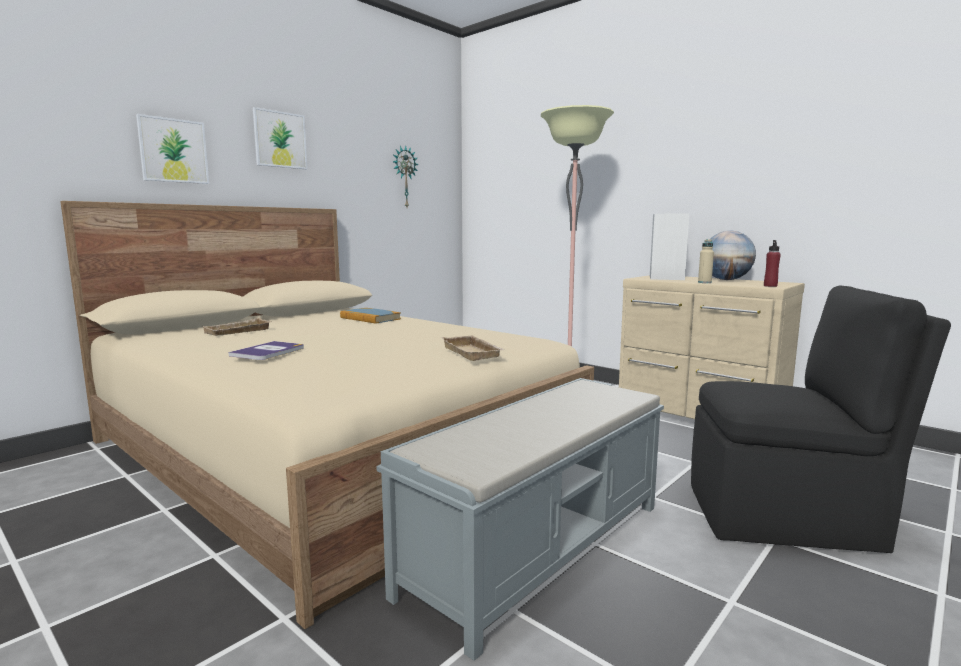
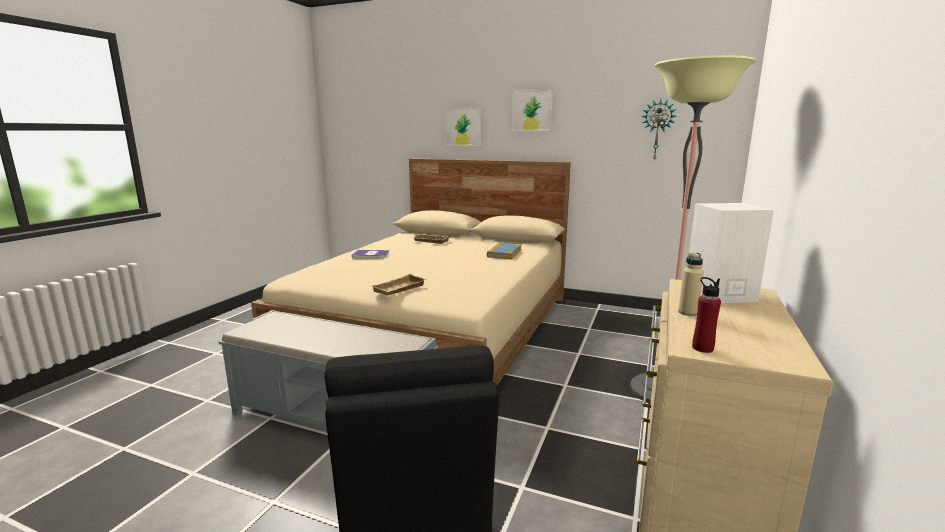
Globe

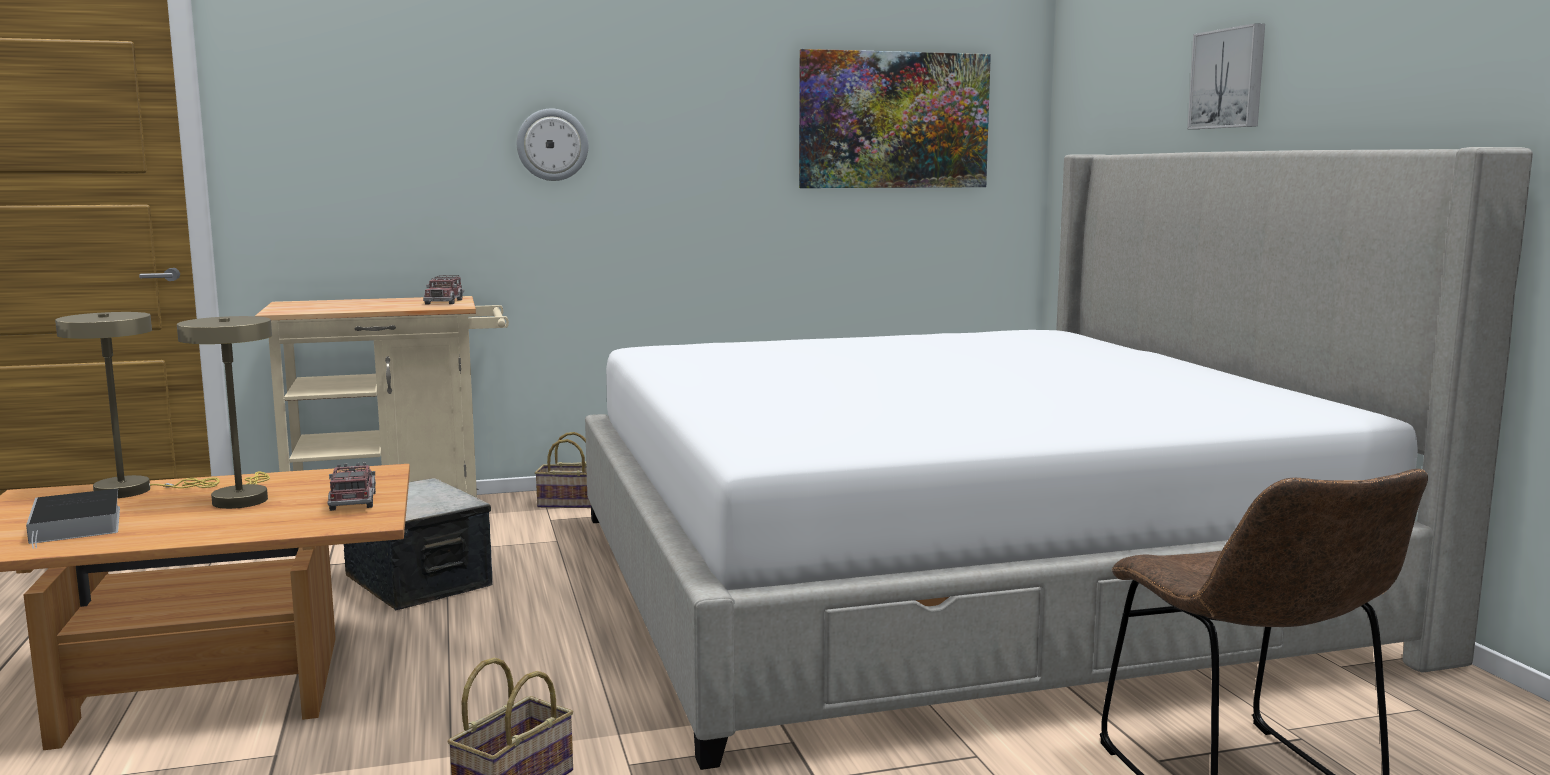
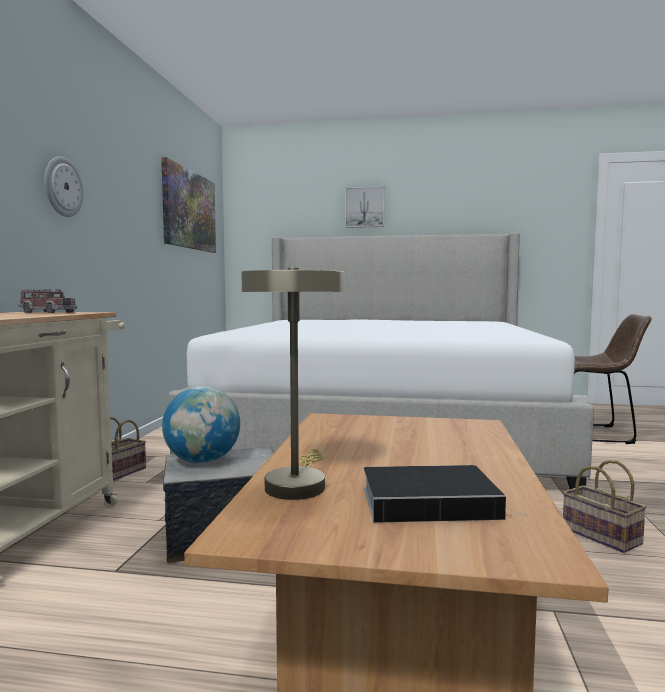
BeigeTableLamp (no. 2 from left in the first image); ToyTruck (no. 1 from left in the first image); Globe

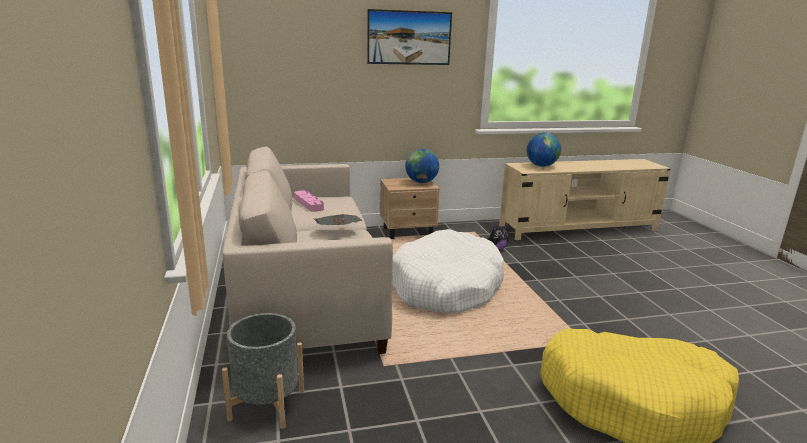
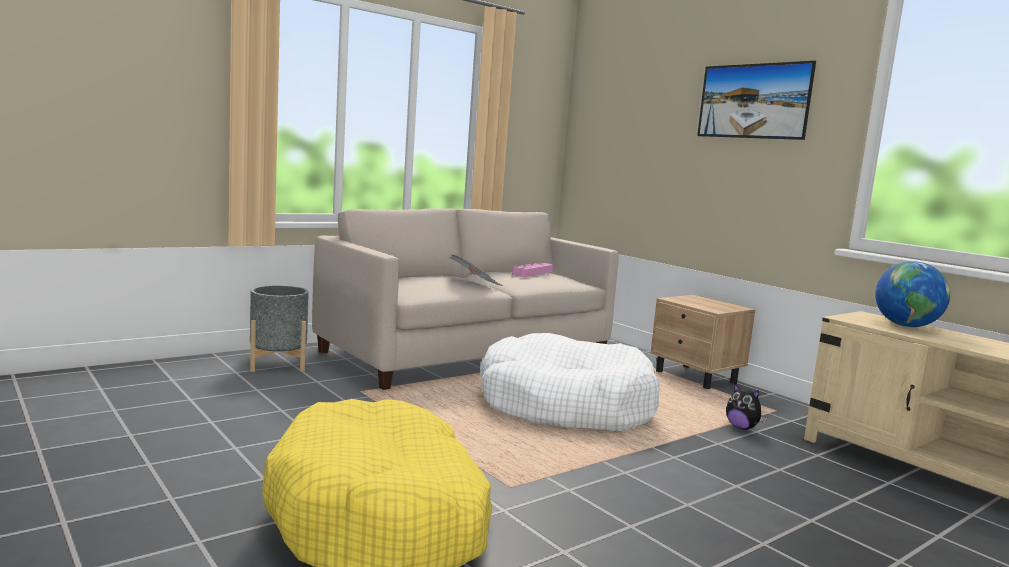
Globe (no. 1 from left in the first image)

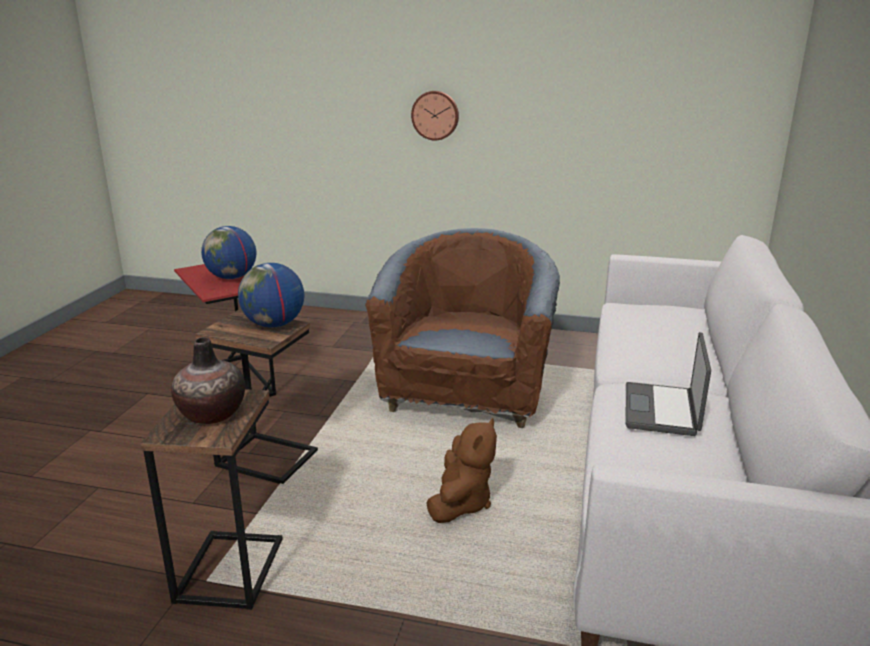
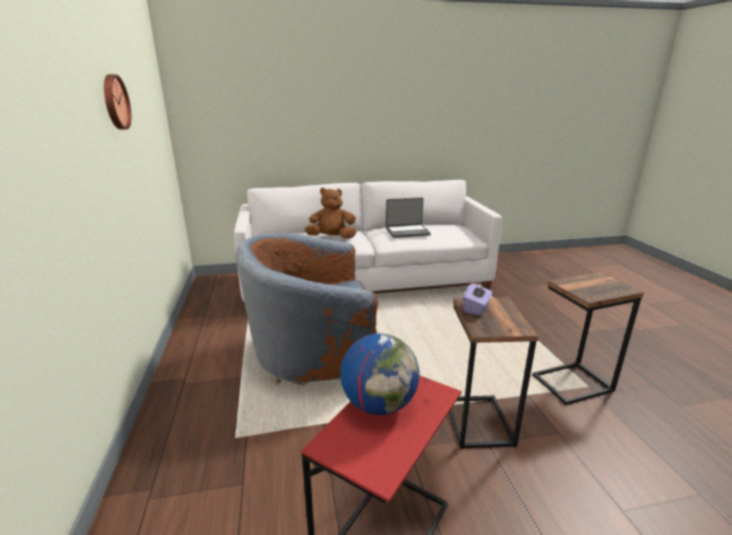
Vase; WallClock; BrownPlushToy; PurpleTissueBox

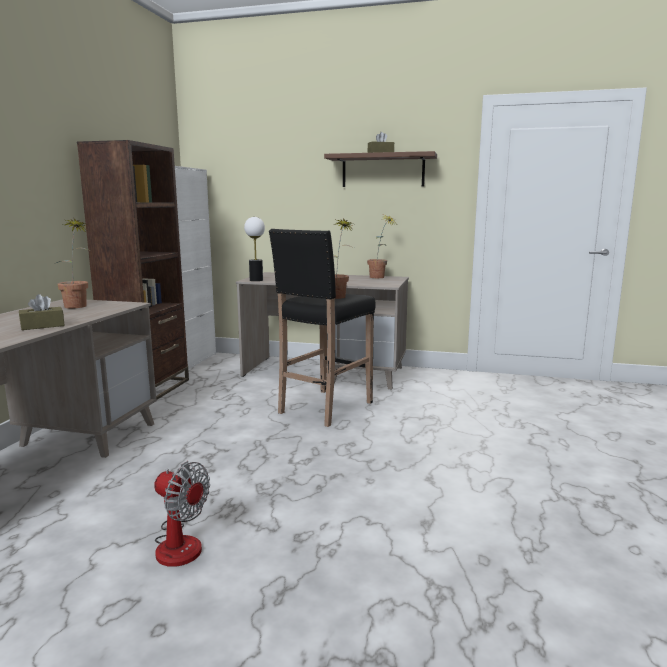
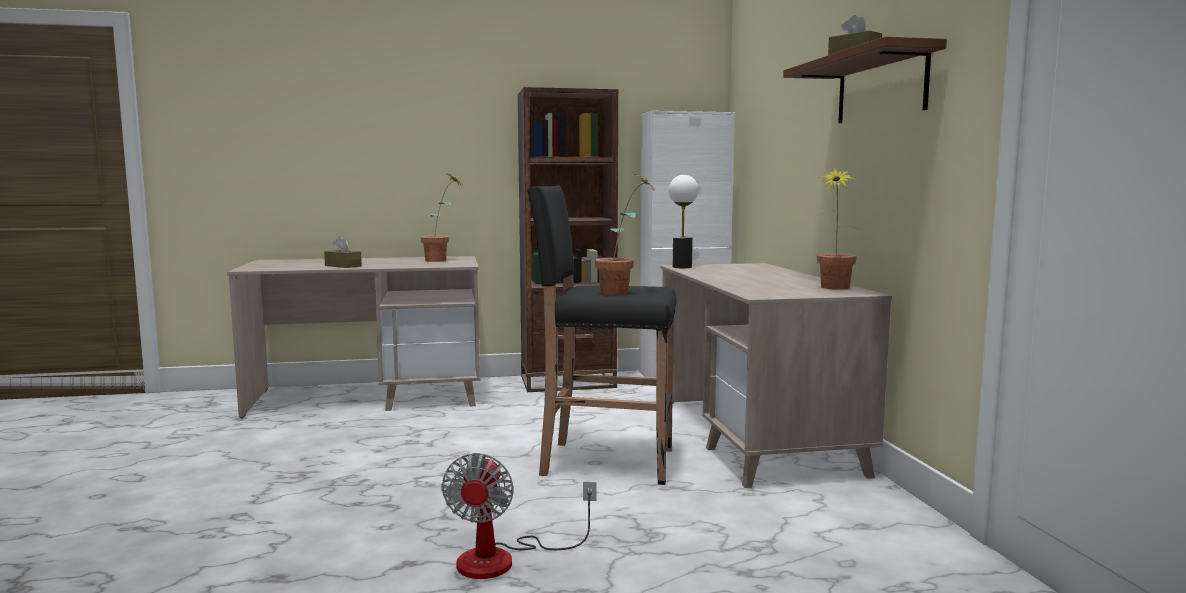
Fan

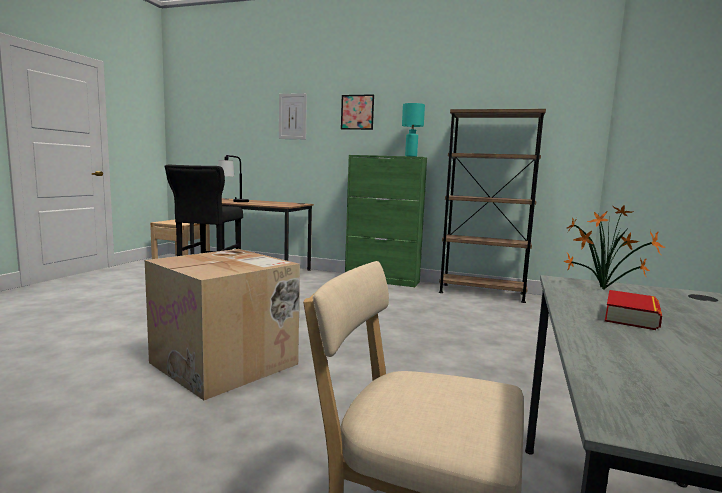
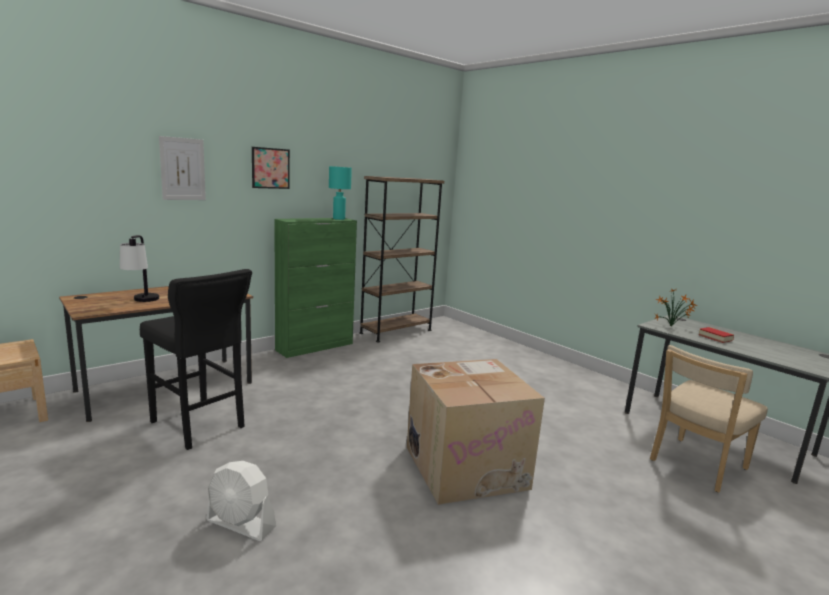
WhiteFan

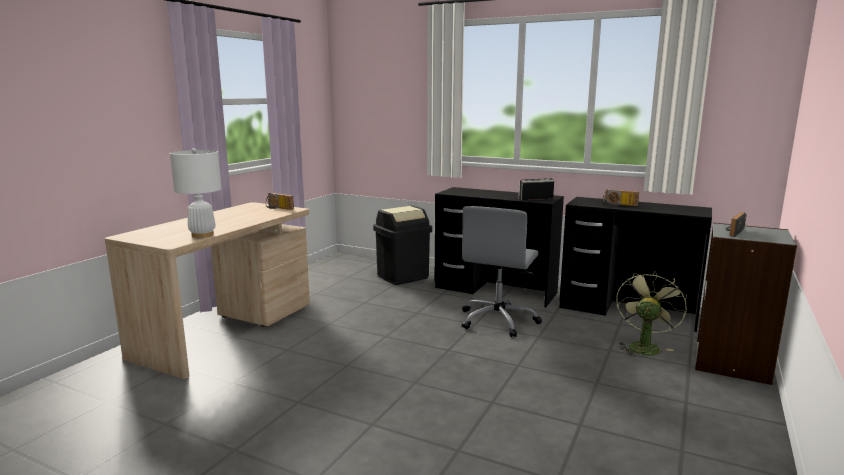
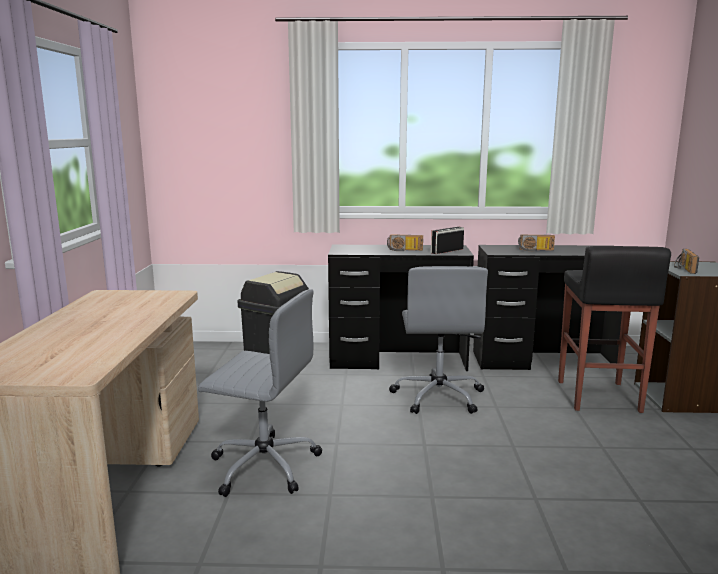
WhiteTableLamp; GreyOfficeChair (no. 1 from left); Radio (no. 1 from left); BlackStool

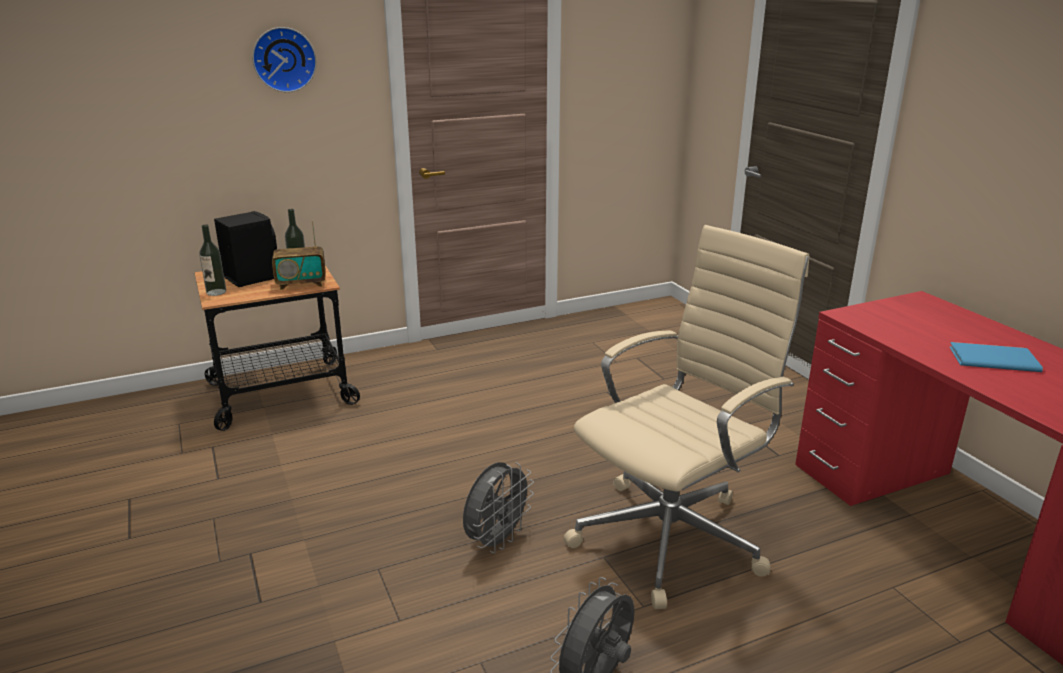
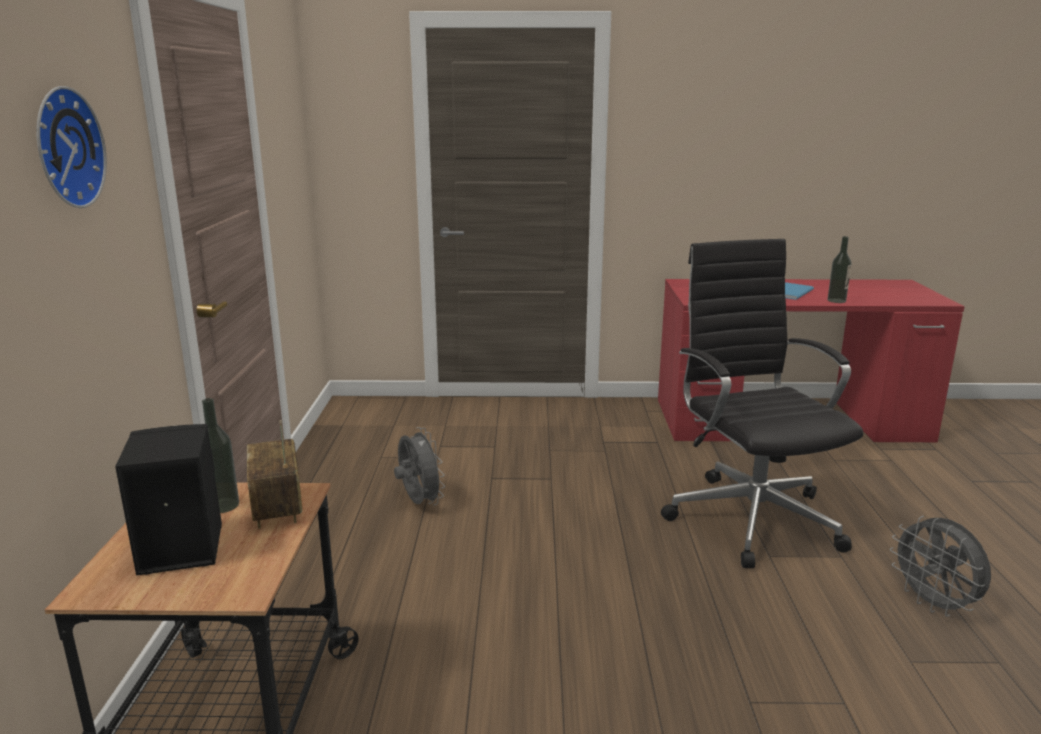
Bottle (no. 2 from left); GreyFan (no. 1 from left); BlackOfficeChair; Radio

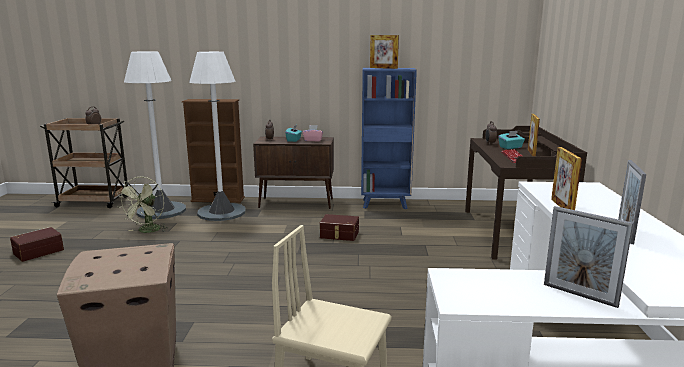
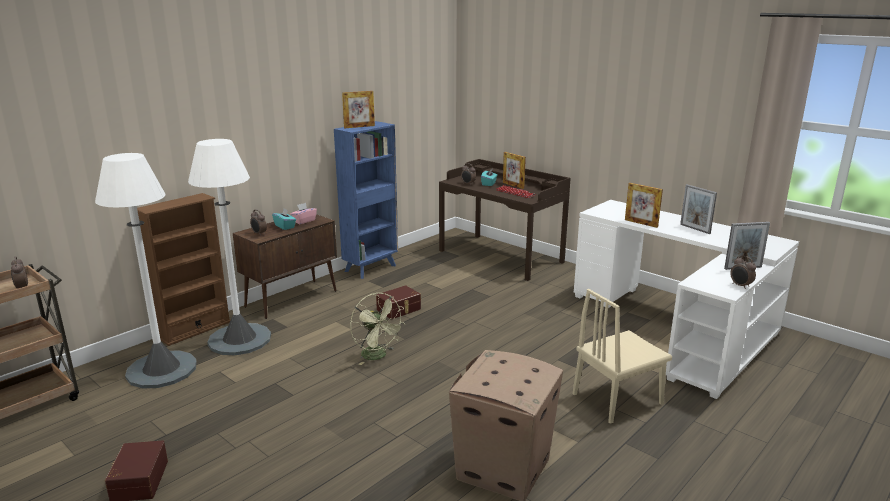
AlarmClock (no. 4 from left); GreenFan

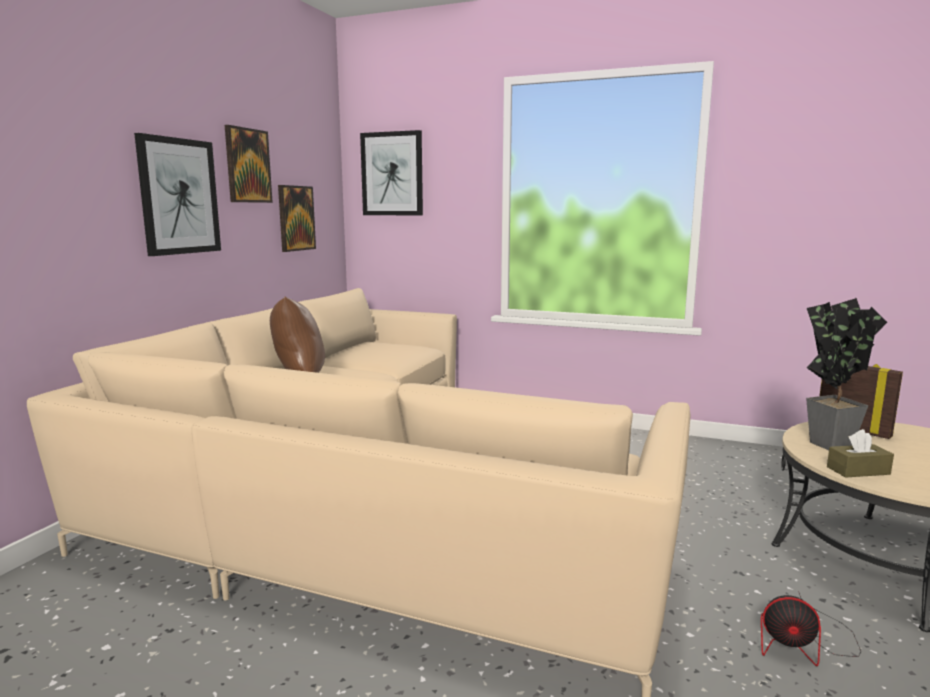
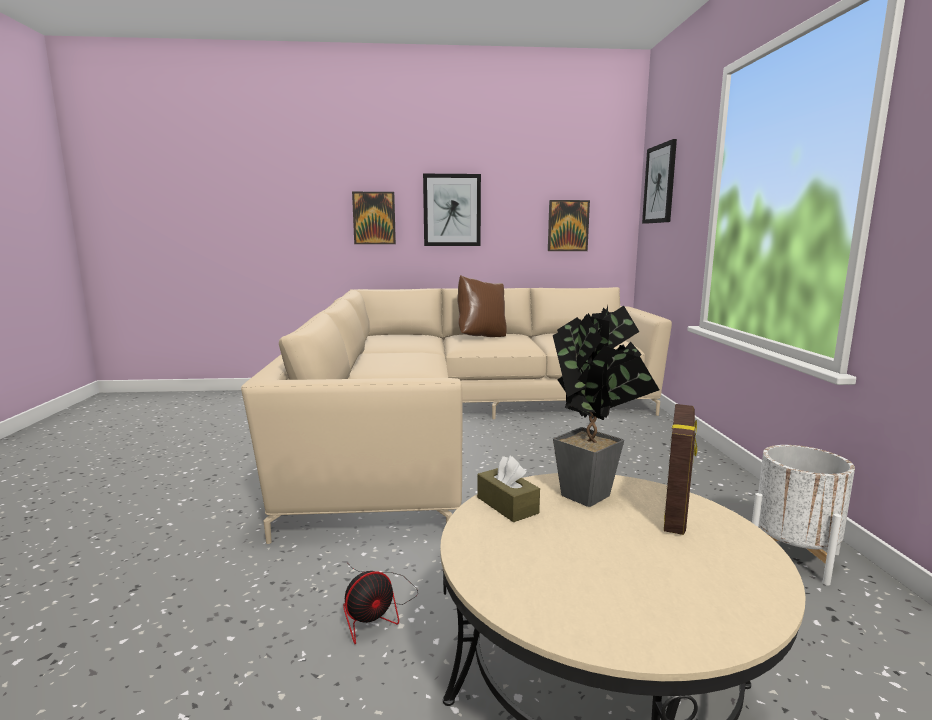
WhitePlanter; Picture (no. 1 from left); Fan

